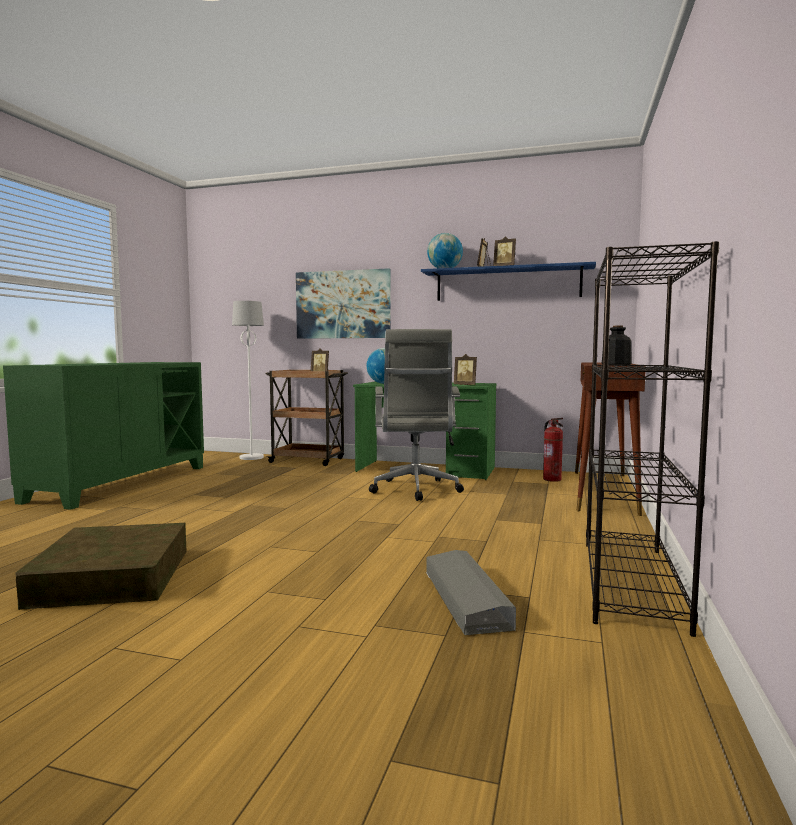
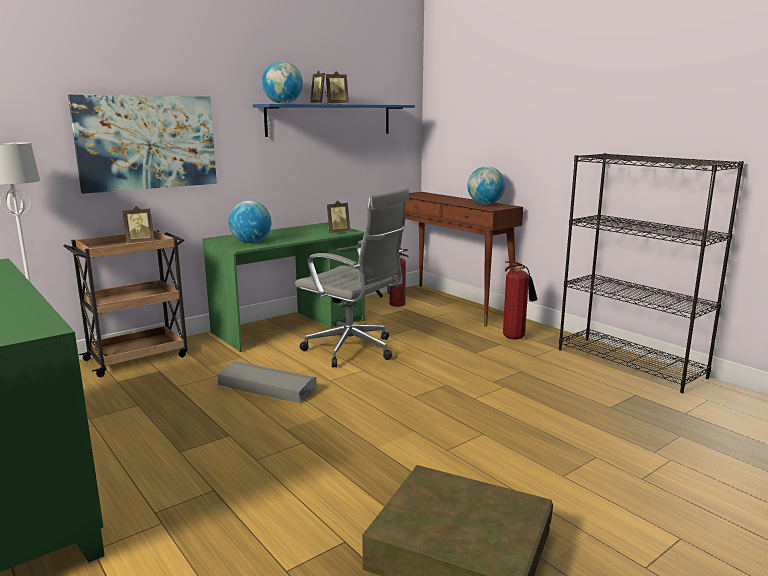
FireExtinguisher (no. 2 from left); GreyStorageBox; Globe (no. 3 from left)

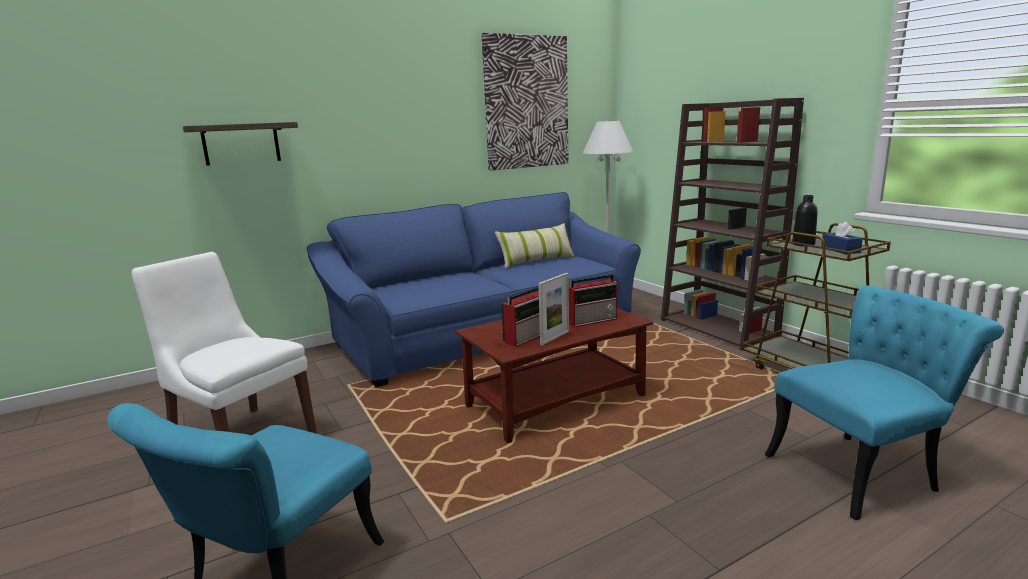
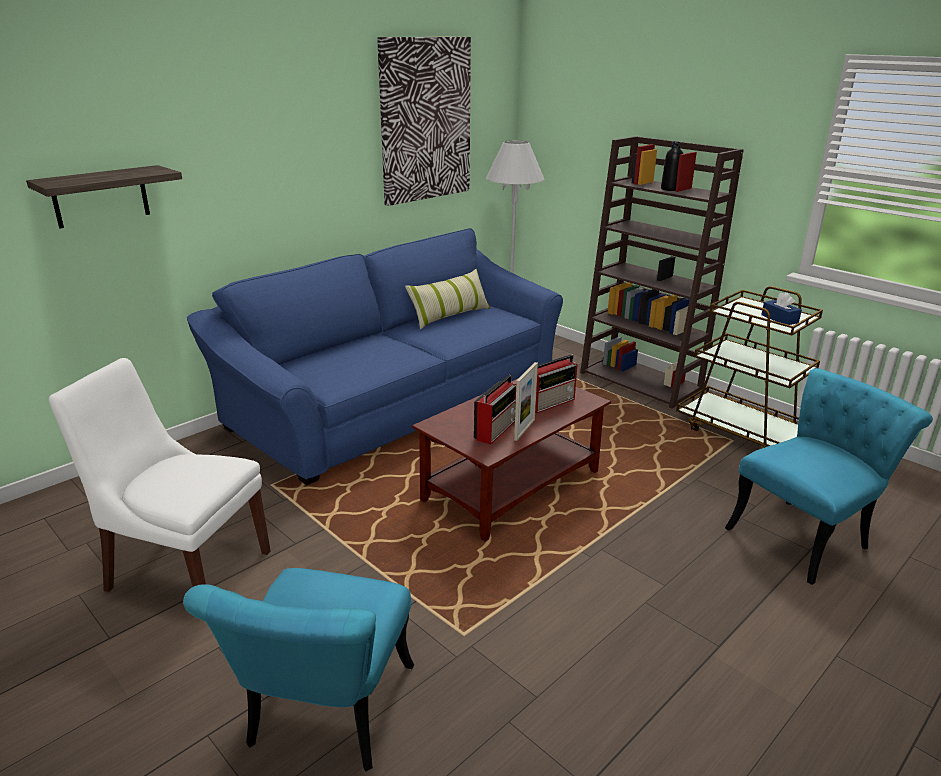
BlackBottle

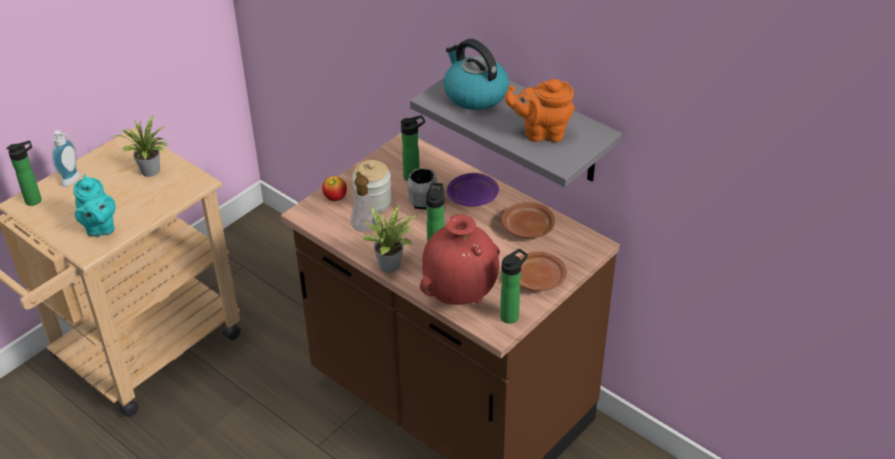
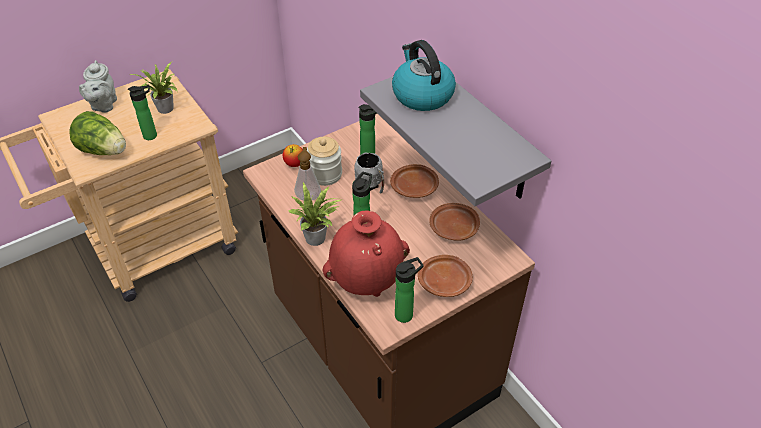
OrangeTeapot; Bottle (no. 1 from left); GreyTeapot; Lettuce; BrownPlate (no. 1 from left)

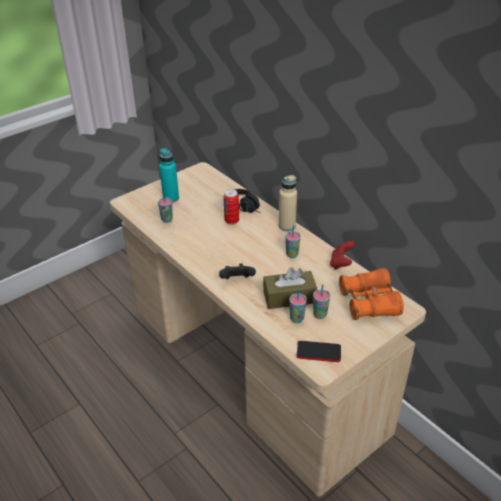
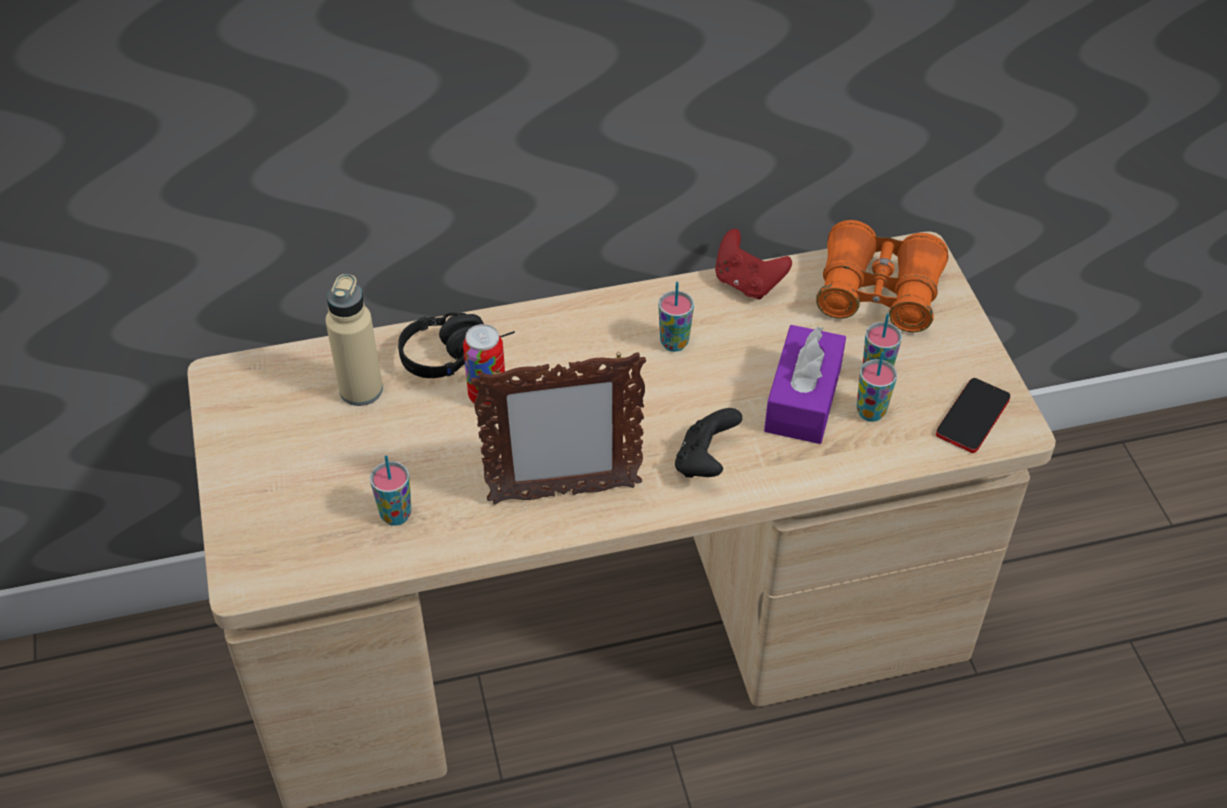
TurquoiseBottle; PictureFrame; BeigeBottle; PurpleTissueBox

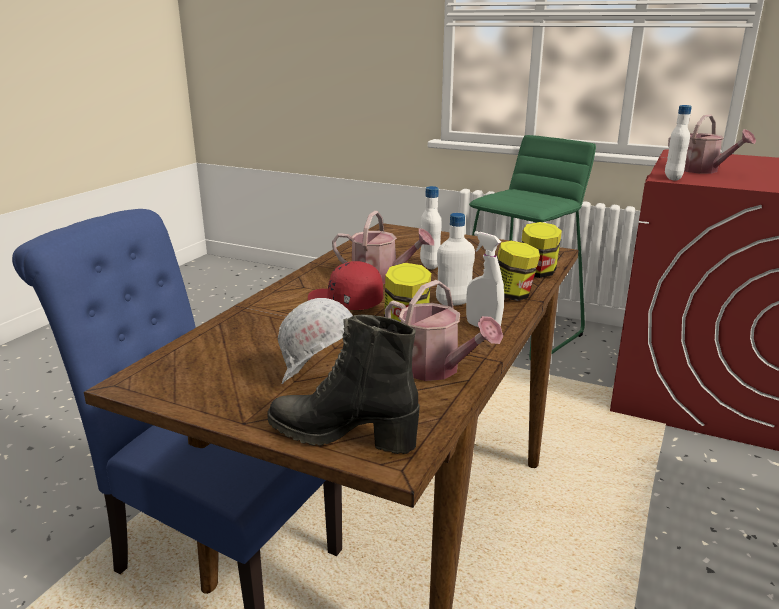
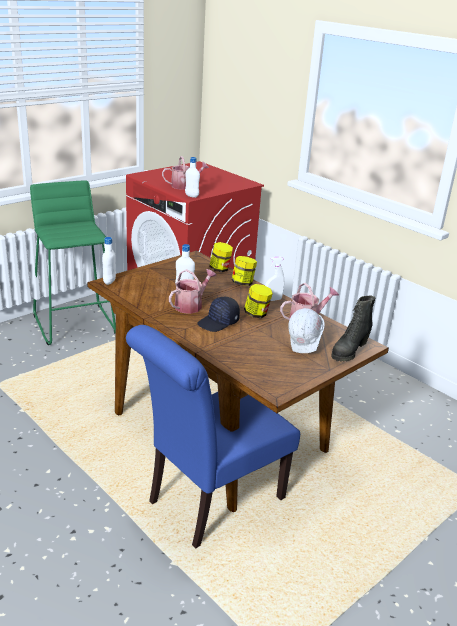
WhiteBottle (no. 1 from left); BlackCap

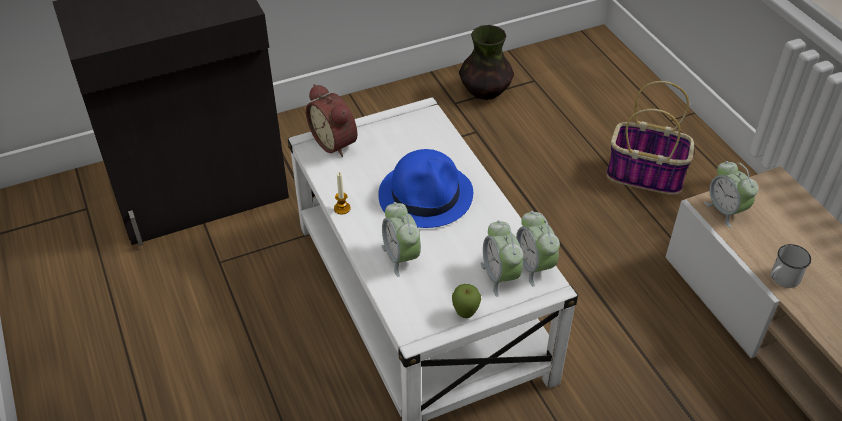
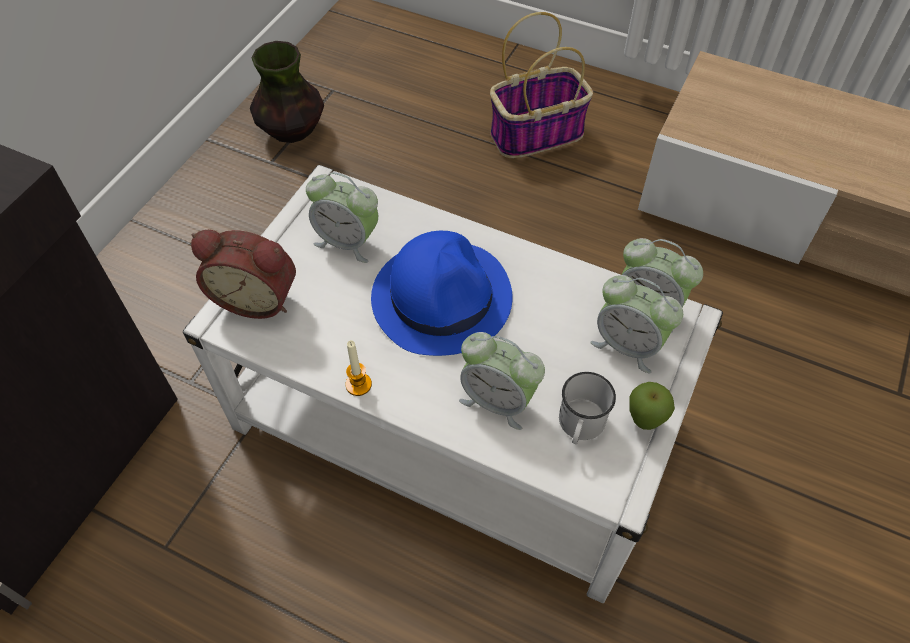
AlarmClock (no. 2 from left); WhiteMug

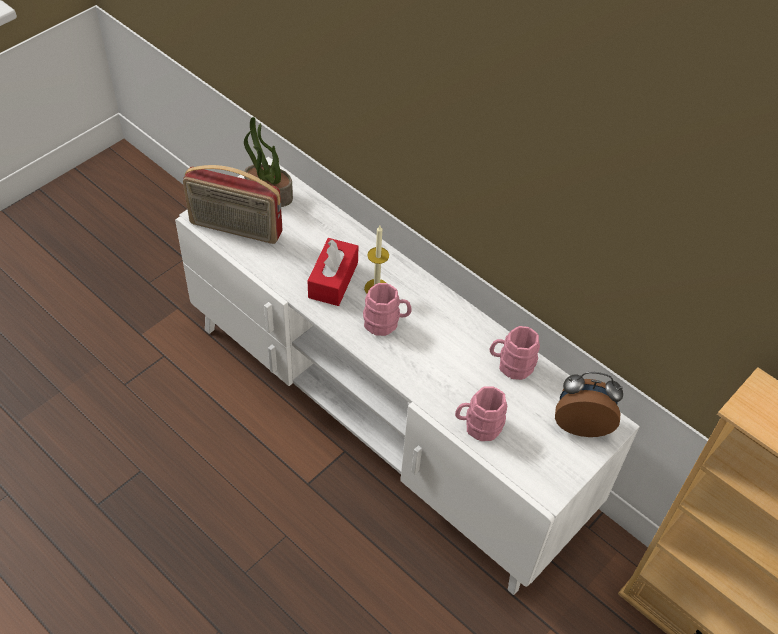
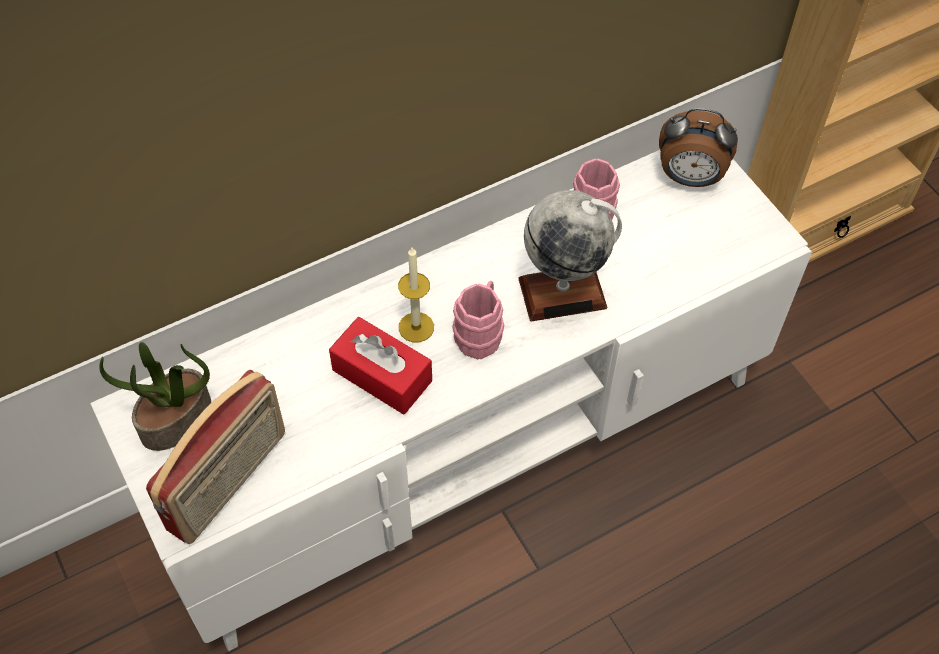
PinkMug (no. 2 from left in the first image); Globe; AlarmClock

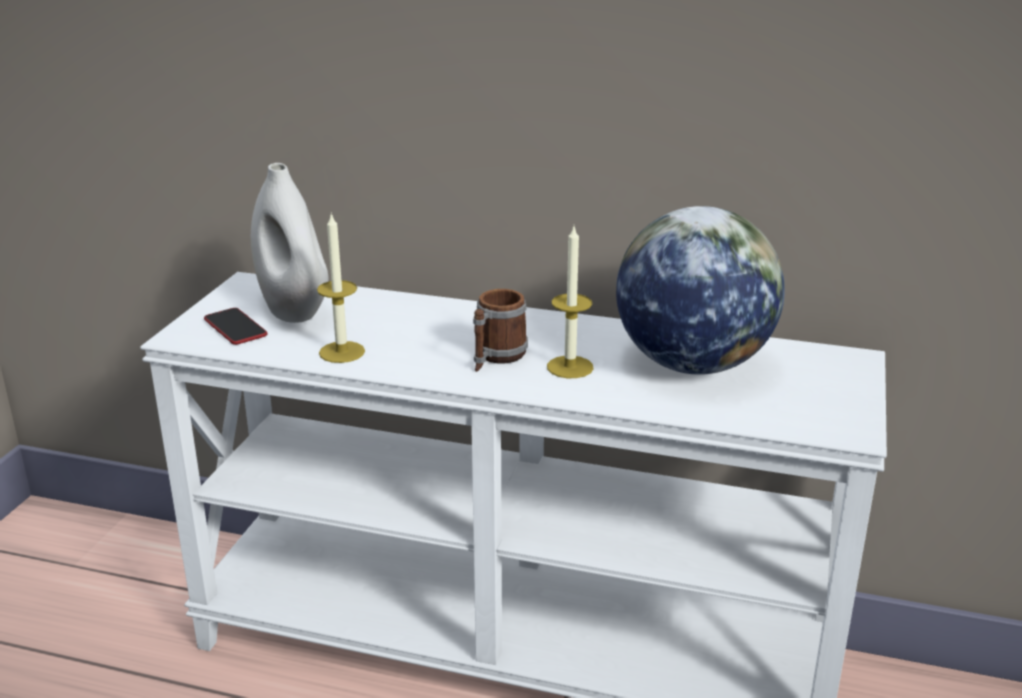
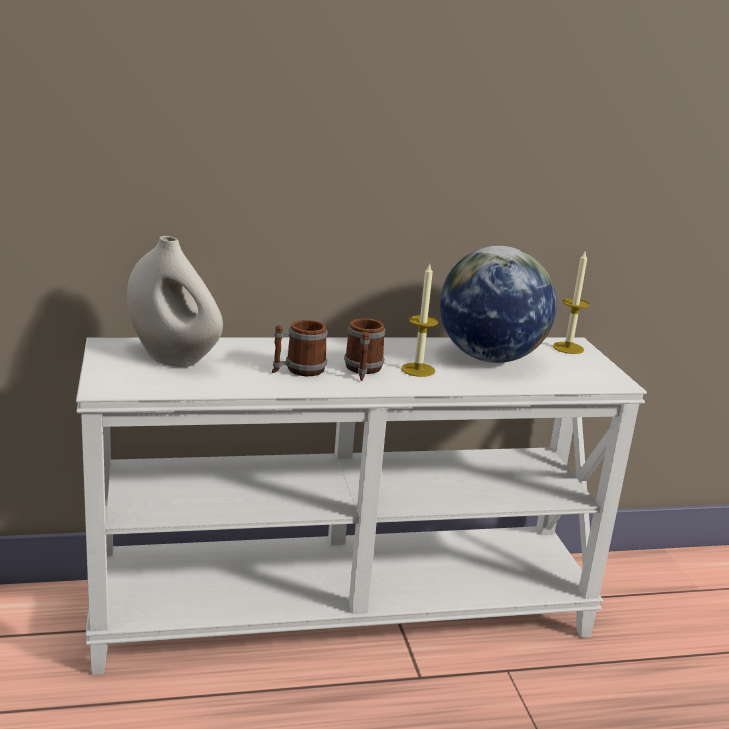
Phone; Mug (no. 1 from left); Candle (no. 2 from left)

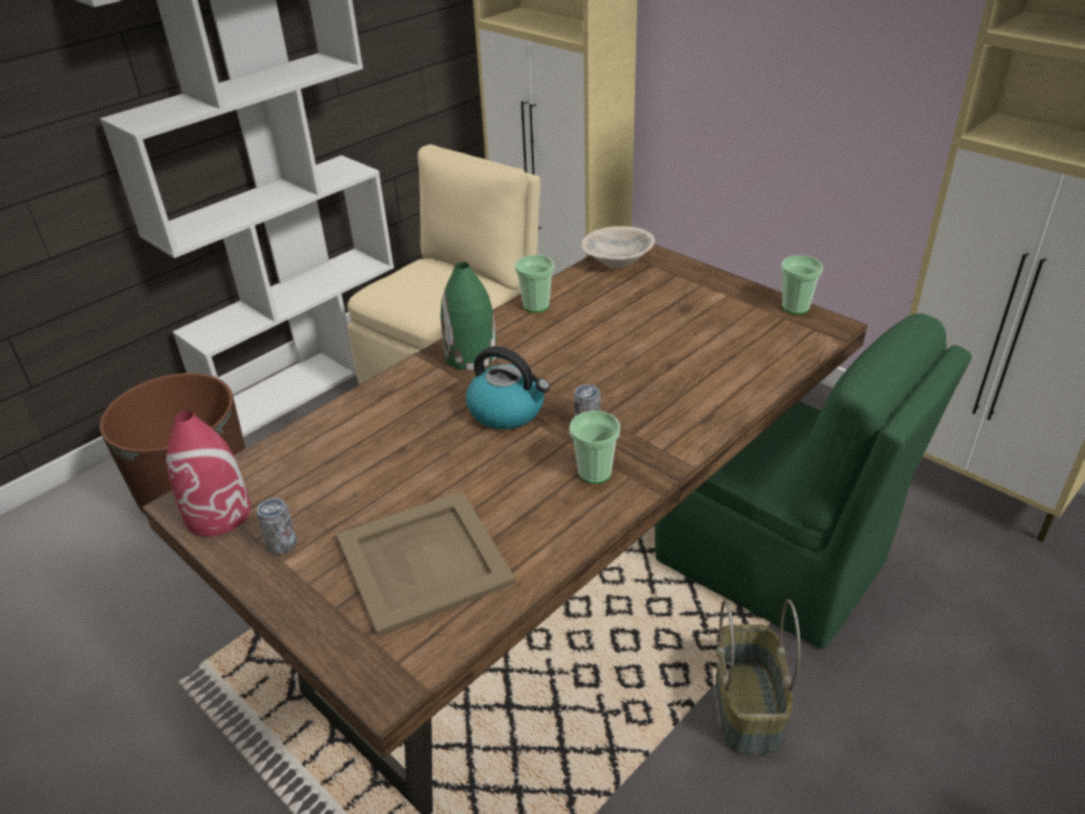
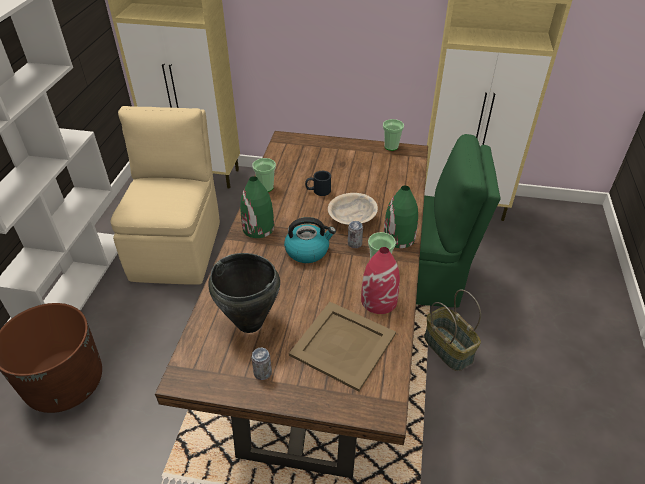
BlackCookingPot; BlackMug; GreenVase (no. 2 from left); RedVase; BeigeBowl

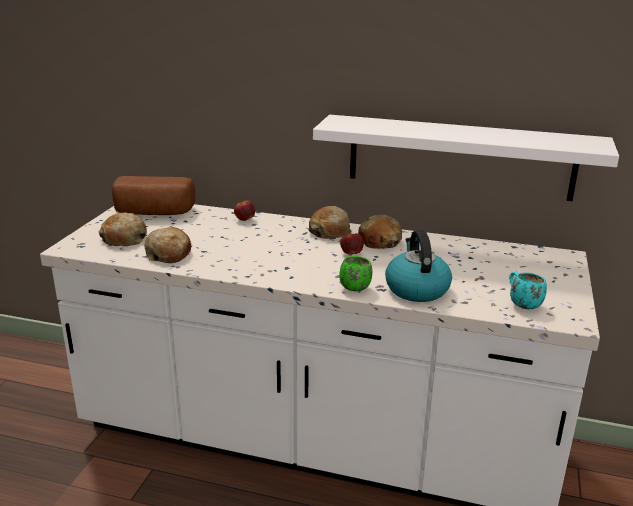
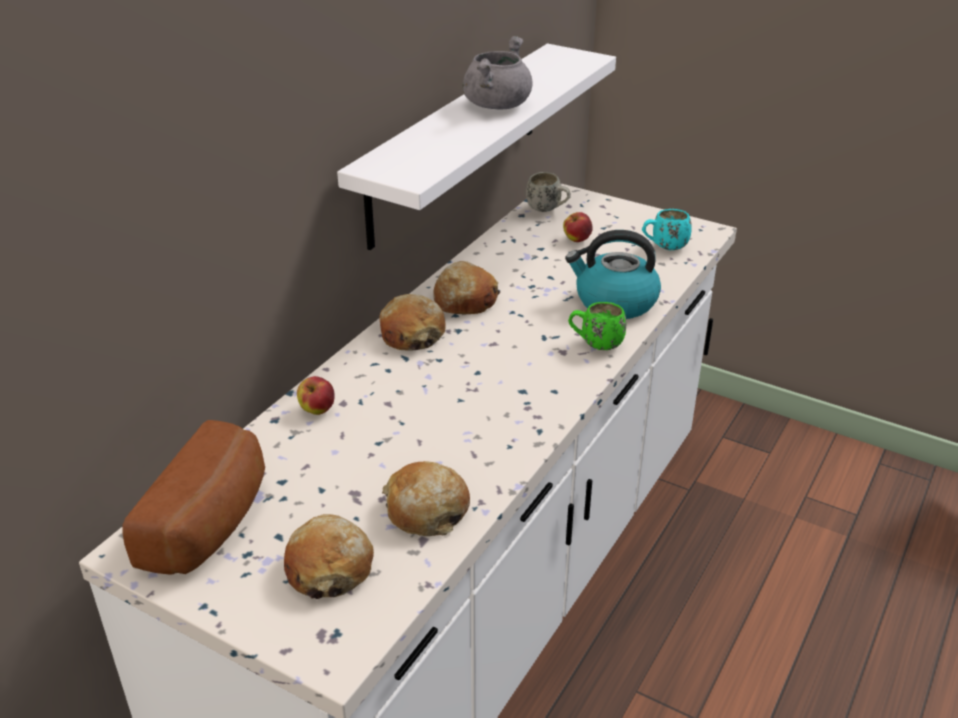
GreyCookingPot; WhiteMug; Apple (no. 2 from left)

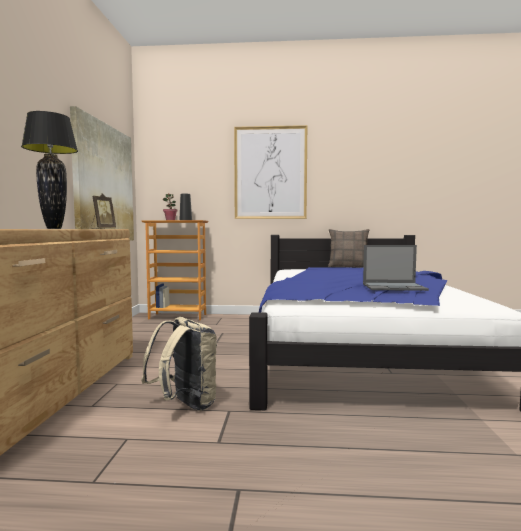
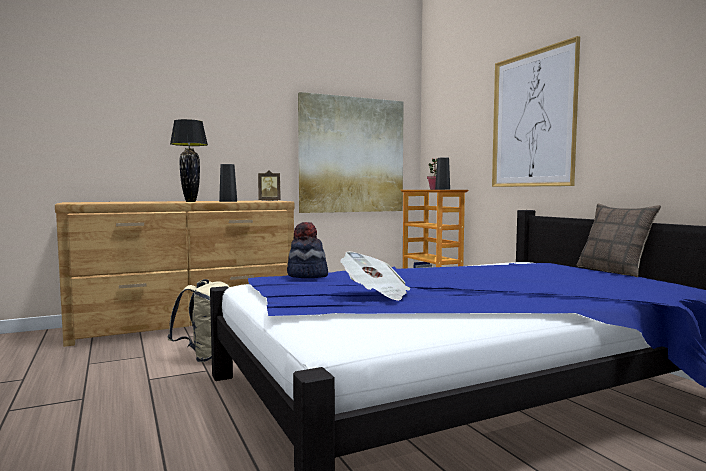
BlackVase (no. 1 from left); Hat; Newspaper

